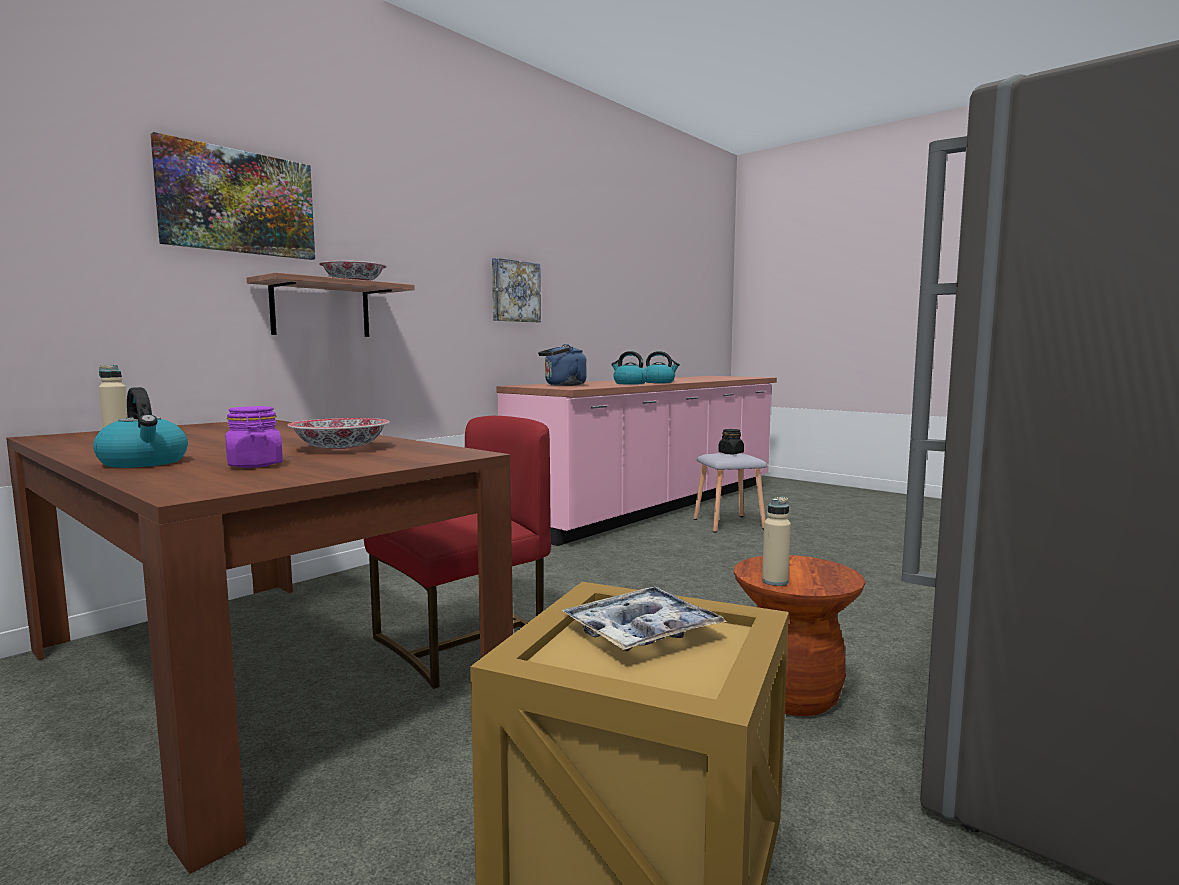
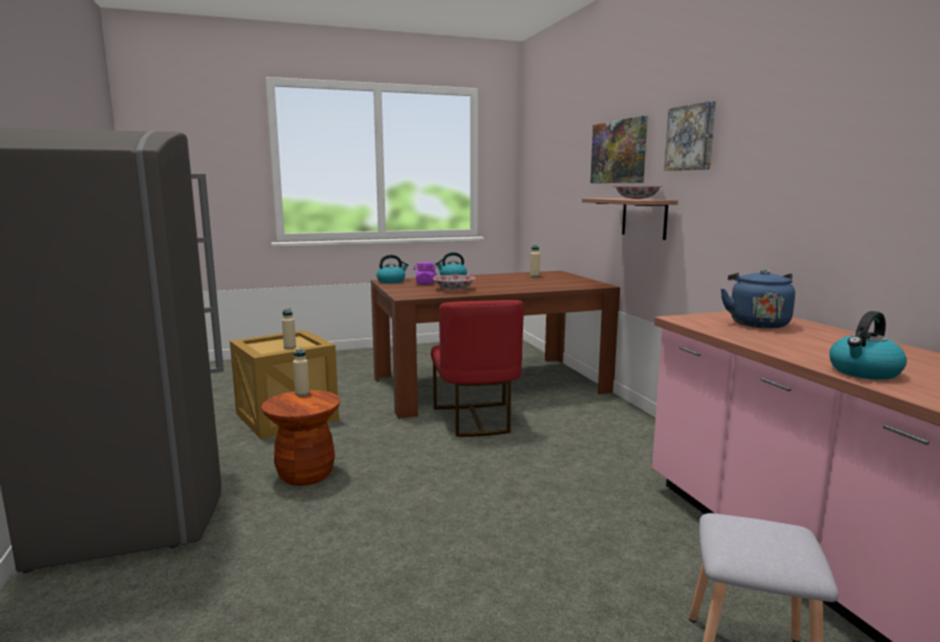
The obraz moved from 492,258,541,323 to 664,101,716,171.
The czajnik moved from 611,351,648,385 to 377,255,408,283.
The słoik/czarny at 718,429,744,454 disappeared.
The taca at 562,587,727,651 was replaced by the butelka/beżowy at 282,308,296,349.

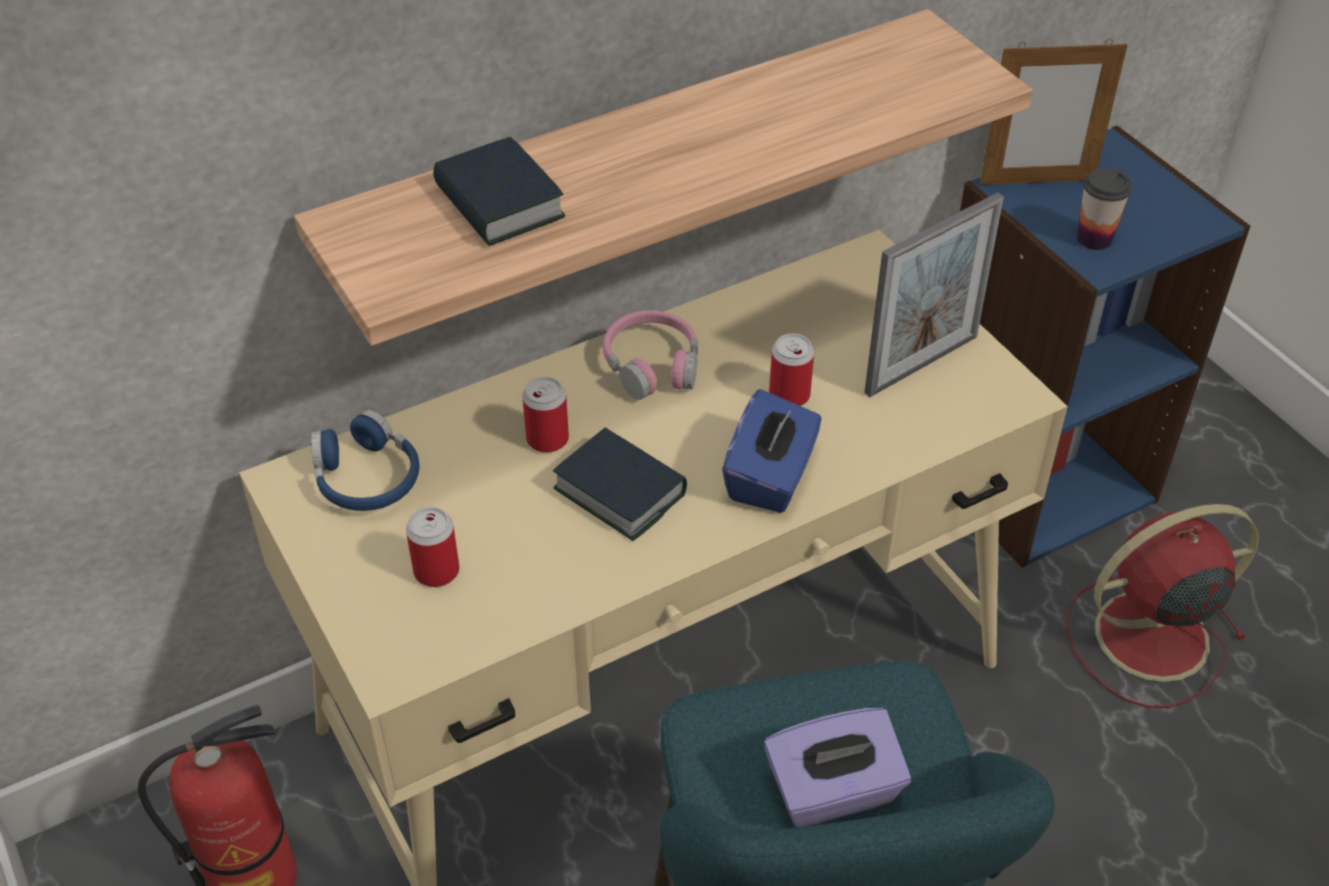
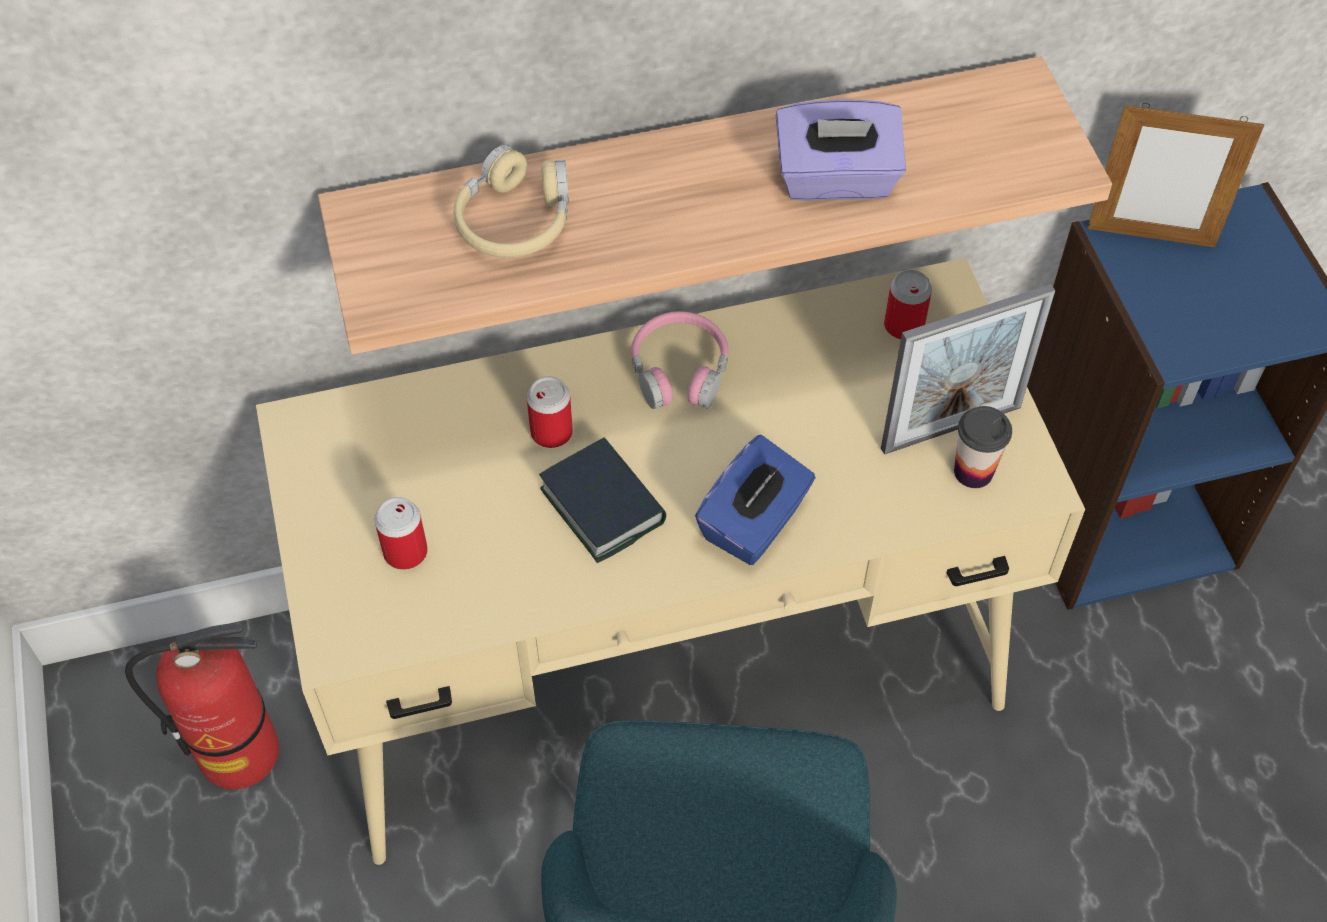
The książka at 433,137,565,246 was replaced by the słuchawki/beżowy at 453,145,569,258.
The filiżanka moved from 1077,168,1132,250 to 954,406,1012,488.
The puszka moved from 769,333,814,406 to 884,270,932,339.
The słuchawki/niebieski at 311,410,420,511 disappeared.
The wentylator/czerwony at 1066,504,1259,708 disappeared.
The pudełko chusteczek/fioletowy moved from 764,708,911,827 to 776,99,906,201.

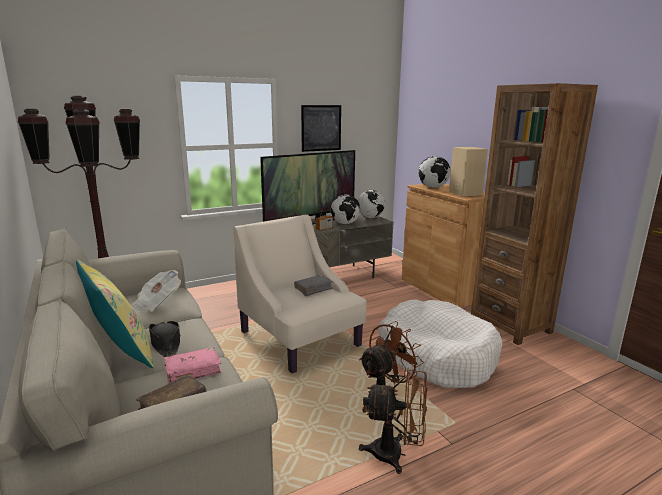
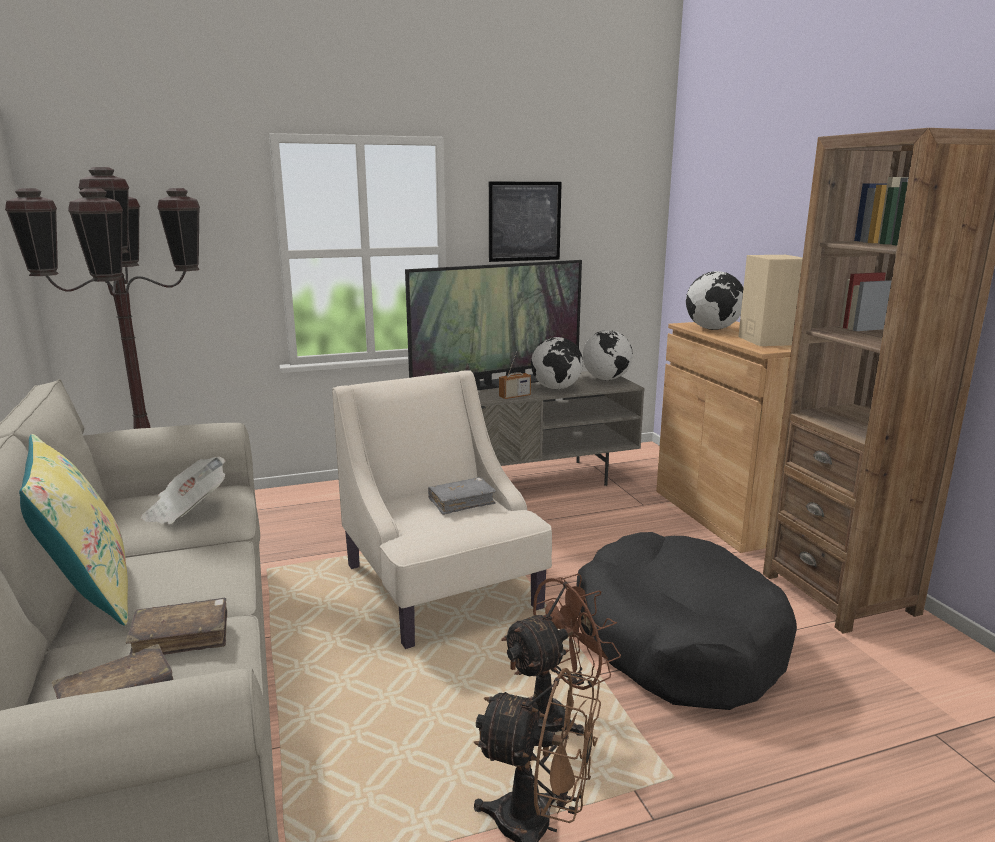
The legowisko/biały at 379,299,503,388 became the legowisko/czarny at 576,532,797,710.
The kapelusz/czarny at 149,321,181,357 disappeared.
The książka/różowy at 164,347,221,384 became the książka/brązowy at 126,598,227,655.

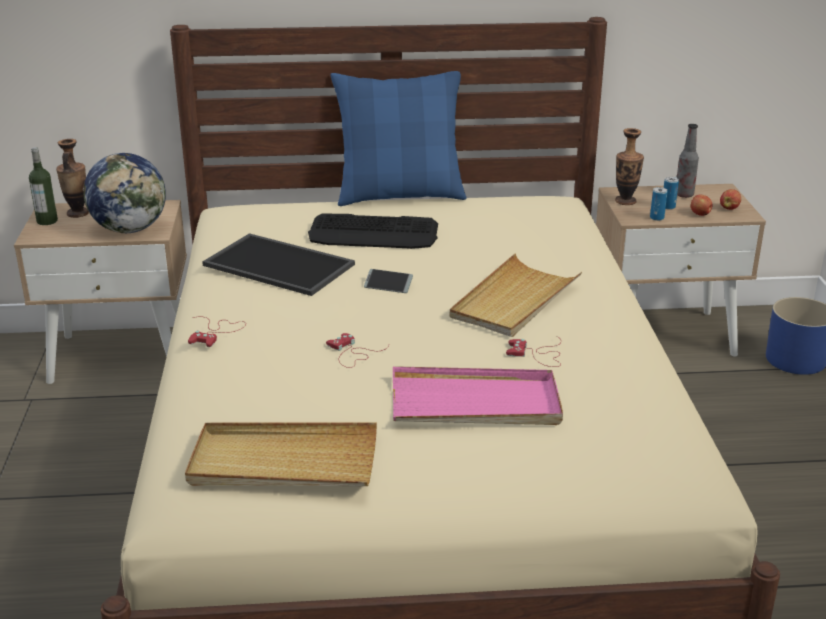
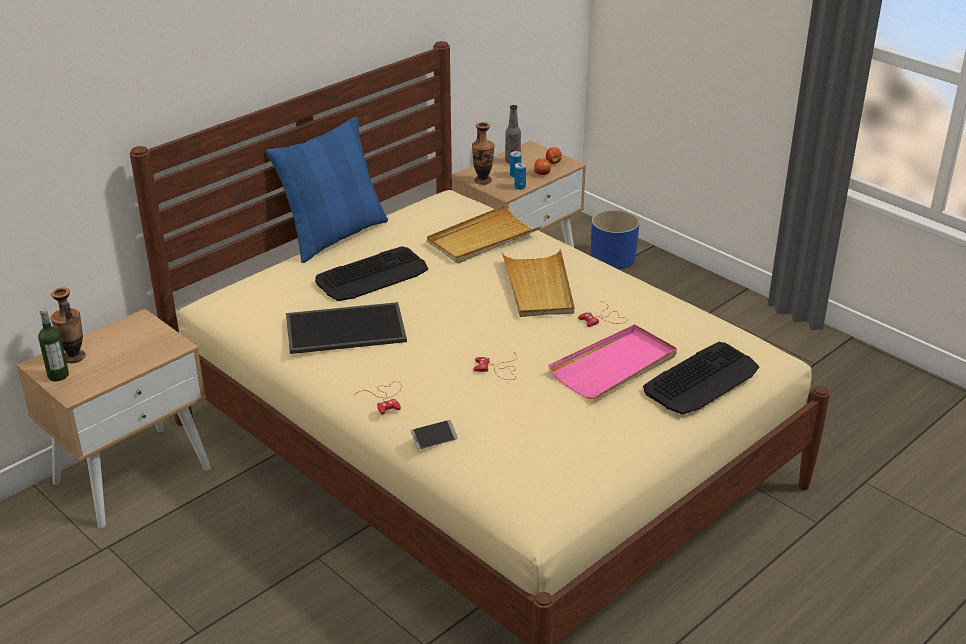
The globus at 83,153,166,233 disappeared.
The telefon moved from 364,269,413,293 to 411,420,458,449.
The taca/beżowy moved from 185,423,377,486 to 427,204,541,264.
The klawiatura at 643,342,759,415 appeared.

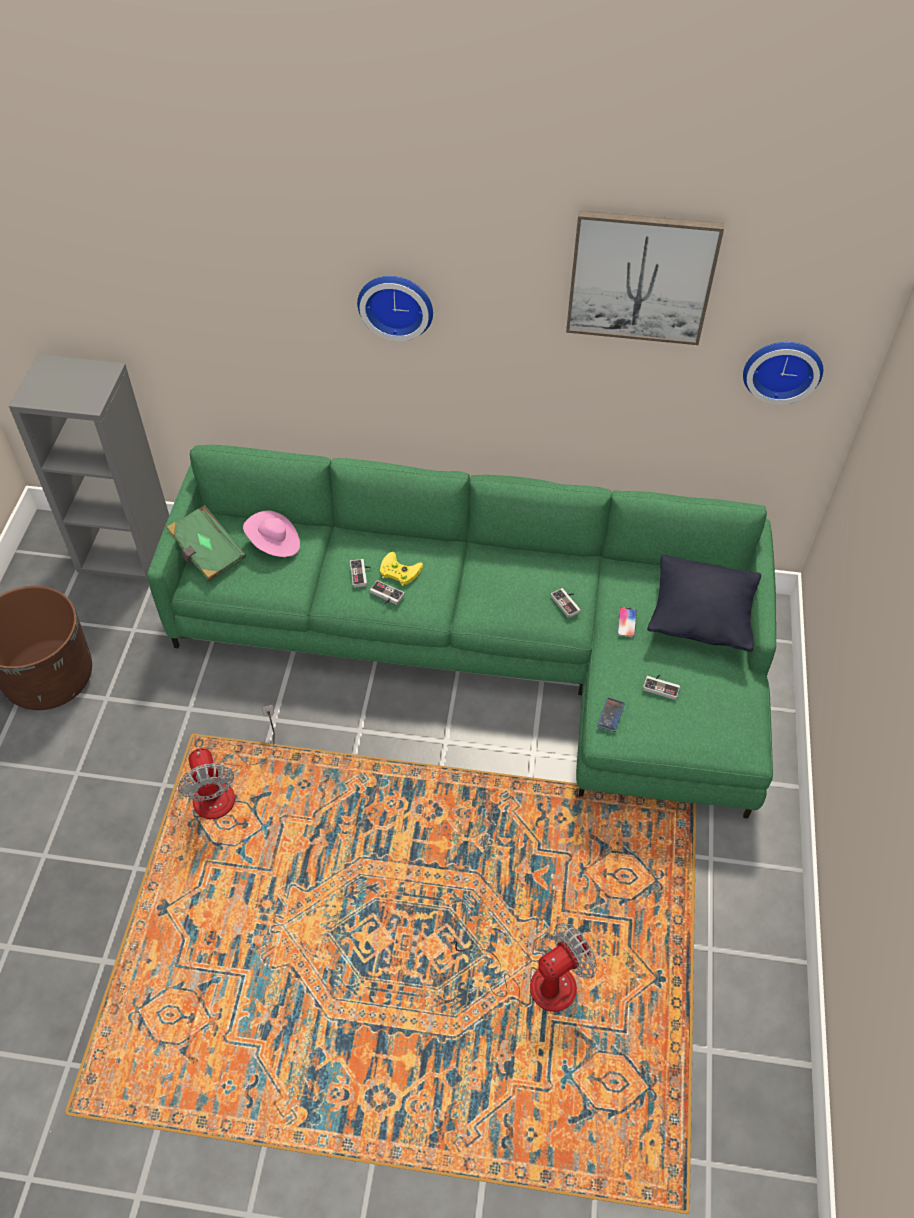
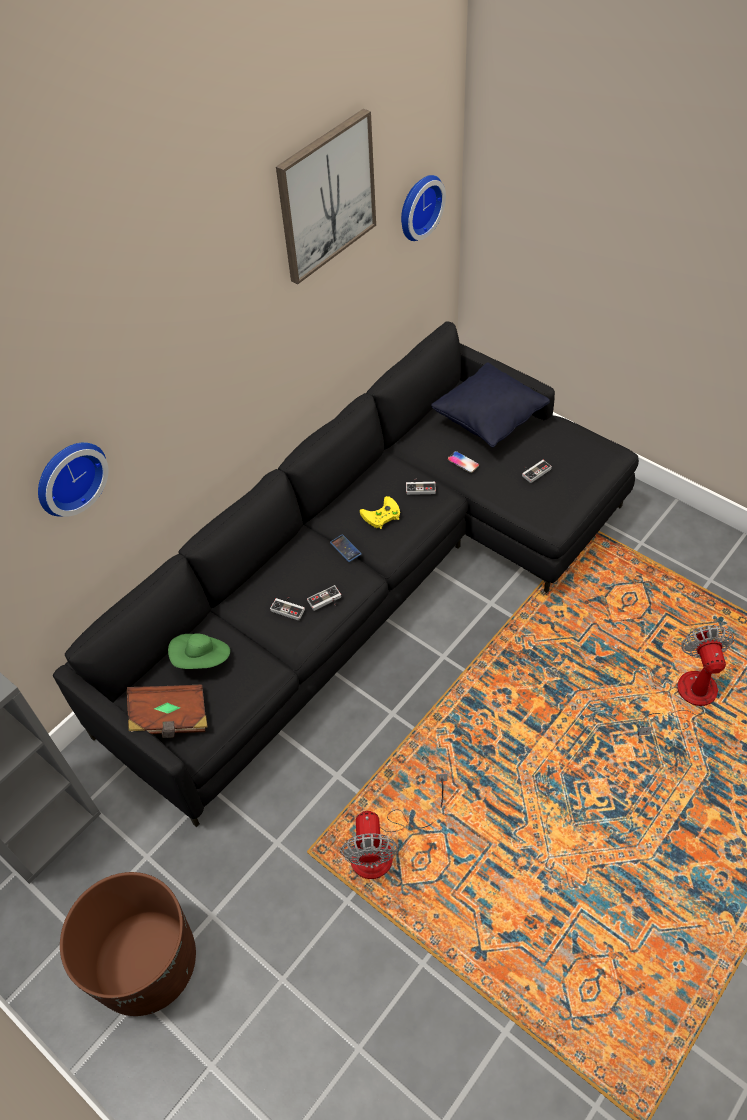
The zegar ścienny moved from 357,276,433,341 to 38,442,109,517.
The kanapa/zielony at 147,445,776,819 became the kanapa/czarny at 53,321,639,827.
The książka/zielony at 166,505,246,582 became the książka/brązowy at 127,684,208,738.
The kapelusz/różowy at 243,510,300,557 became the kapelusz/zielony at 168,633,230,669.
The pad do gier/żółty moved from 380,552,423,586 to 360,496,400,529.
The telefon moved from 597,697,625,732 to 330,534,362,562.
The wentylator at 178,705,275,819 turned 75 degrees clockwise.

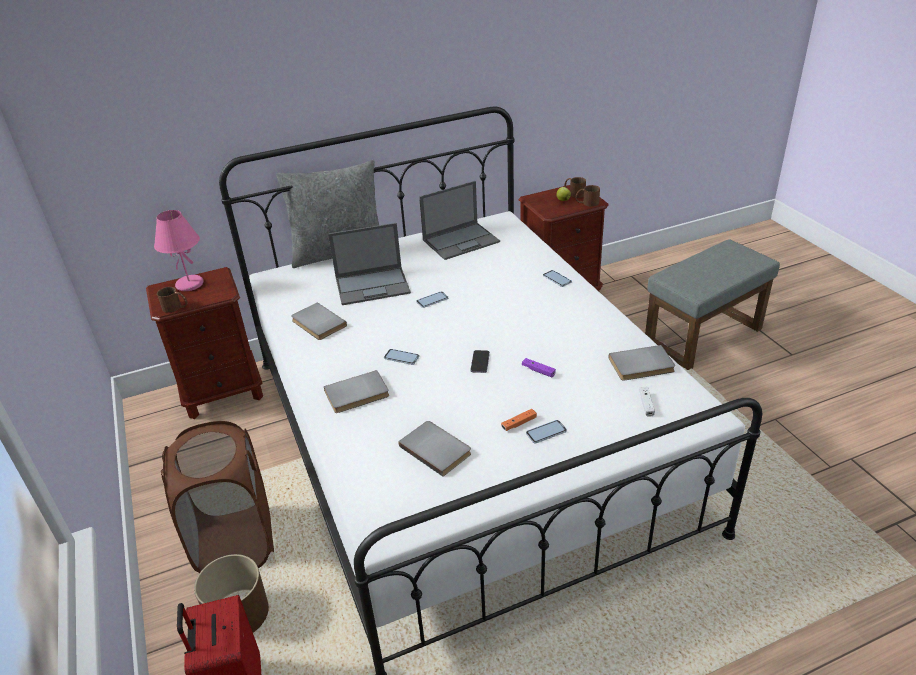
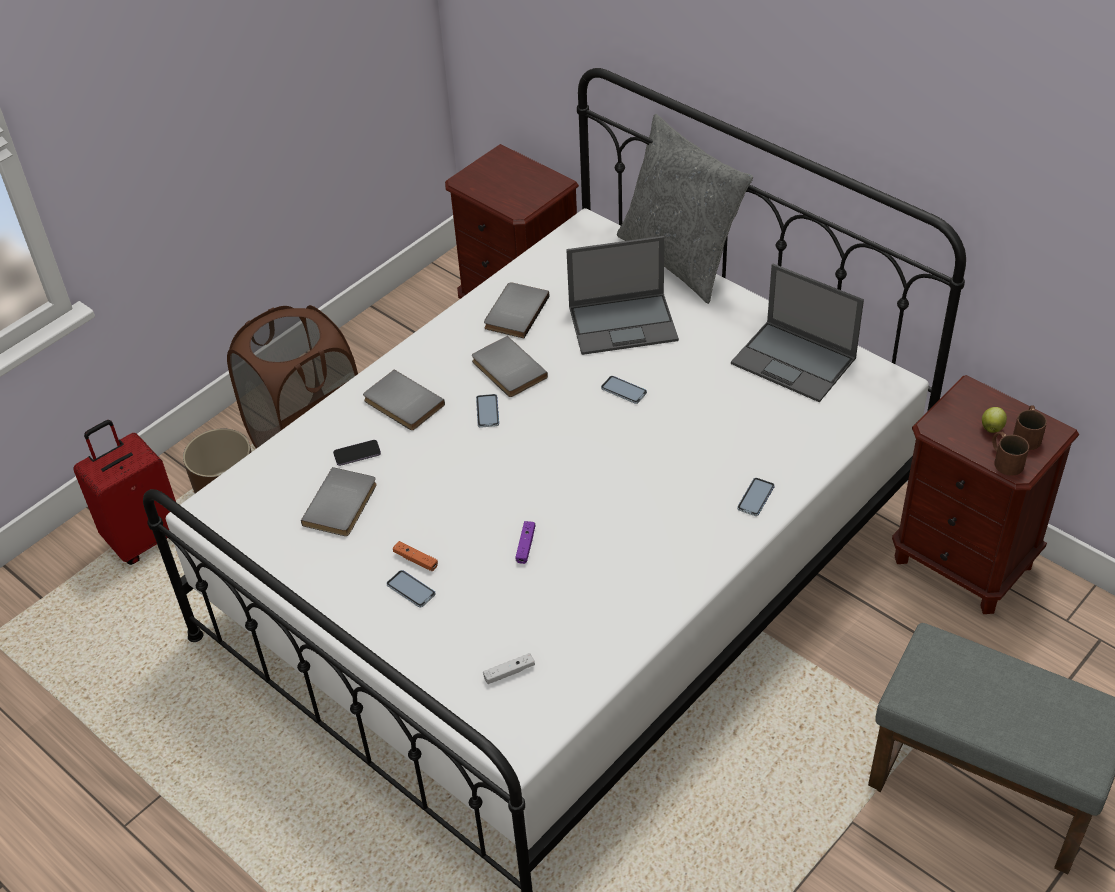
The lampa stołowa/różowy at 154,210,203,291 disappeared.
The laptop at 328,223,411,305 turned 60 degrees counterclockwise.
The kubek/brązowy at 157,287,188,313 disappeared.
The książka/szary moved from 608,345,675,381 to 472,336,548,397.
The telefon moved from 470,350,490,373 to 333,440,381,466.

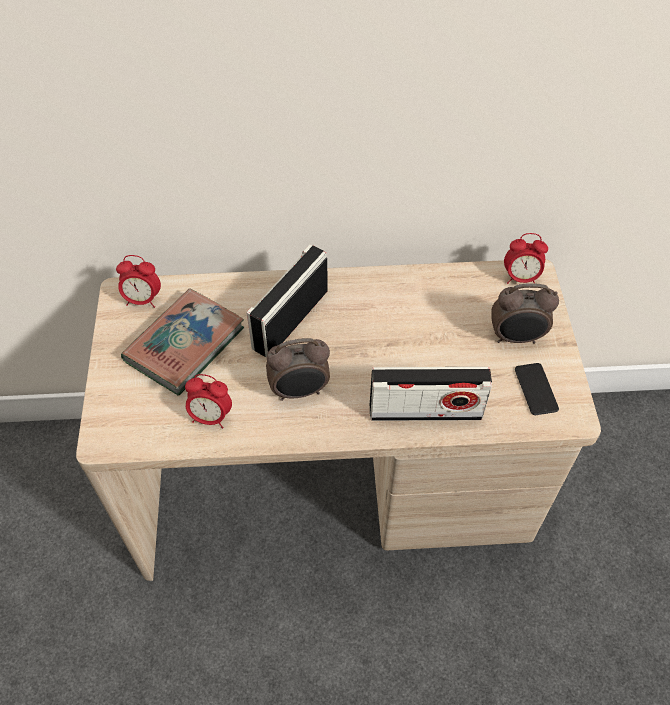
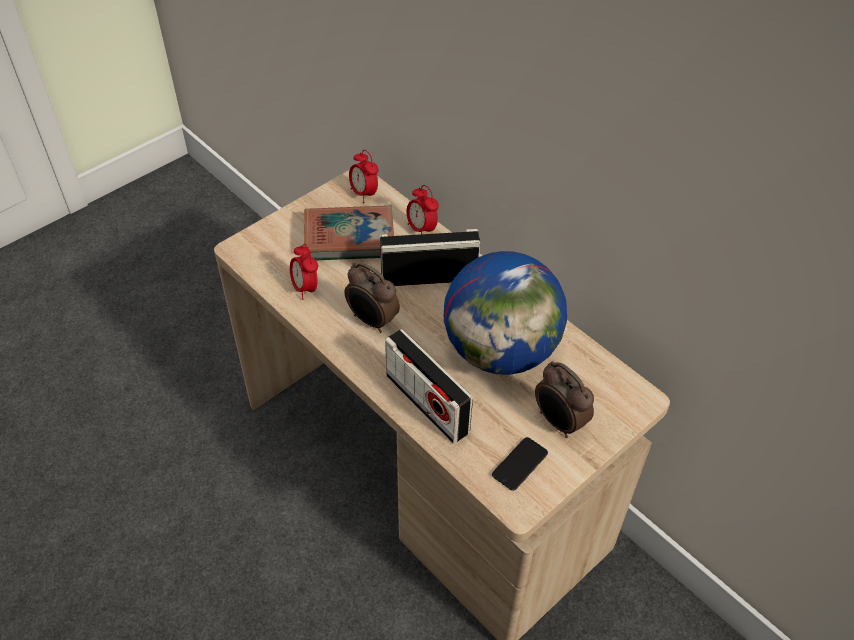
The budzik moved from 504,233,548,284 to 407,185,439,234.
The globus at 444,251,567,375 appeared.

